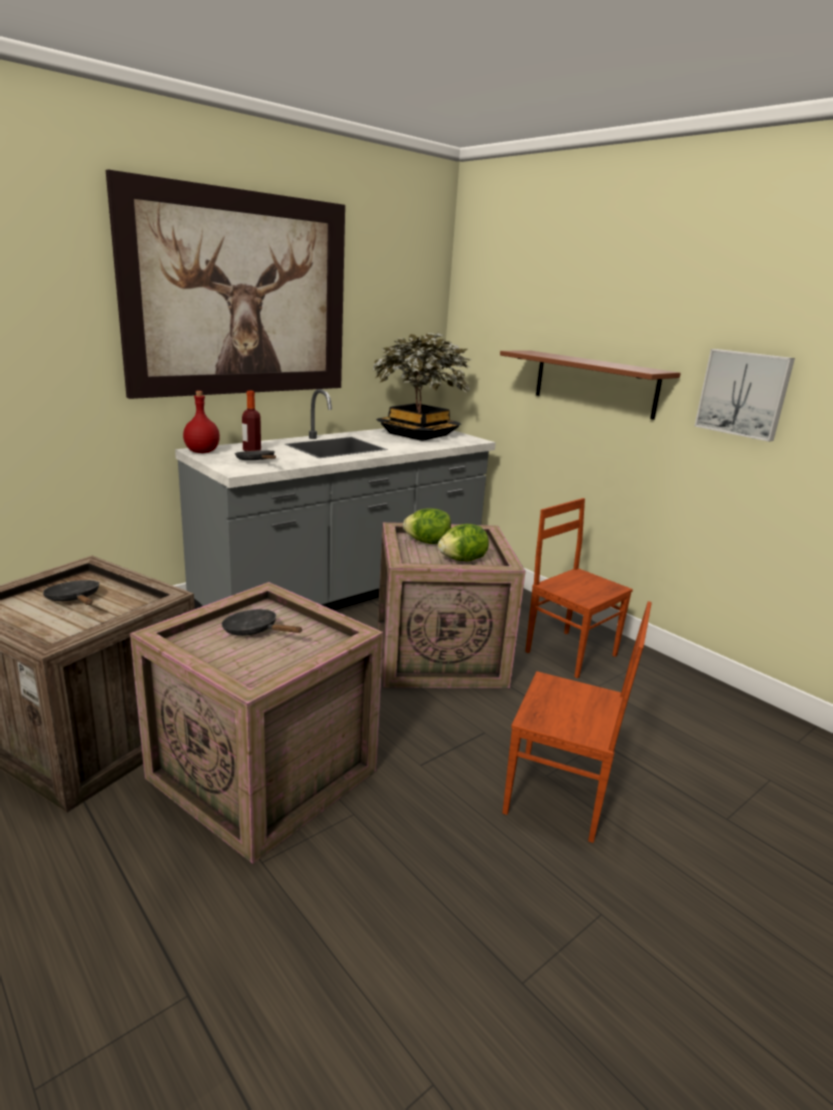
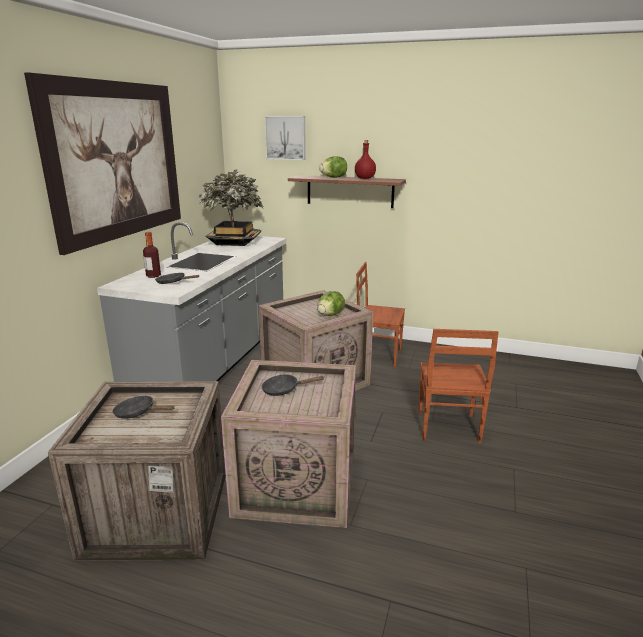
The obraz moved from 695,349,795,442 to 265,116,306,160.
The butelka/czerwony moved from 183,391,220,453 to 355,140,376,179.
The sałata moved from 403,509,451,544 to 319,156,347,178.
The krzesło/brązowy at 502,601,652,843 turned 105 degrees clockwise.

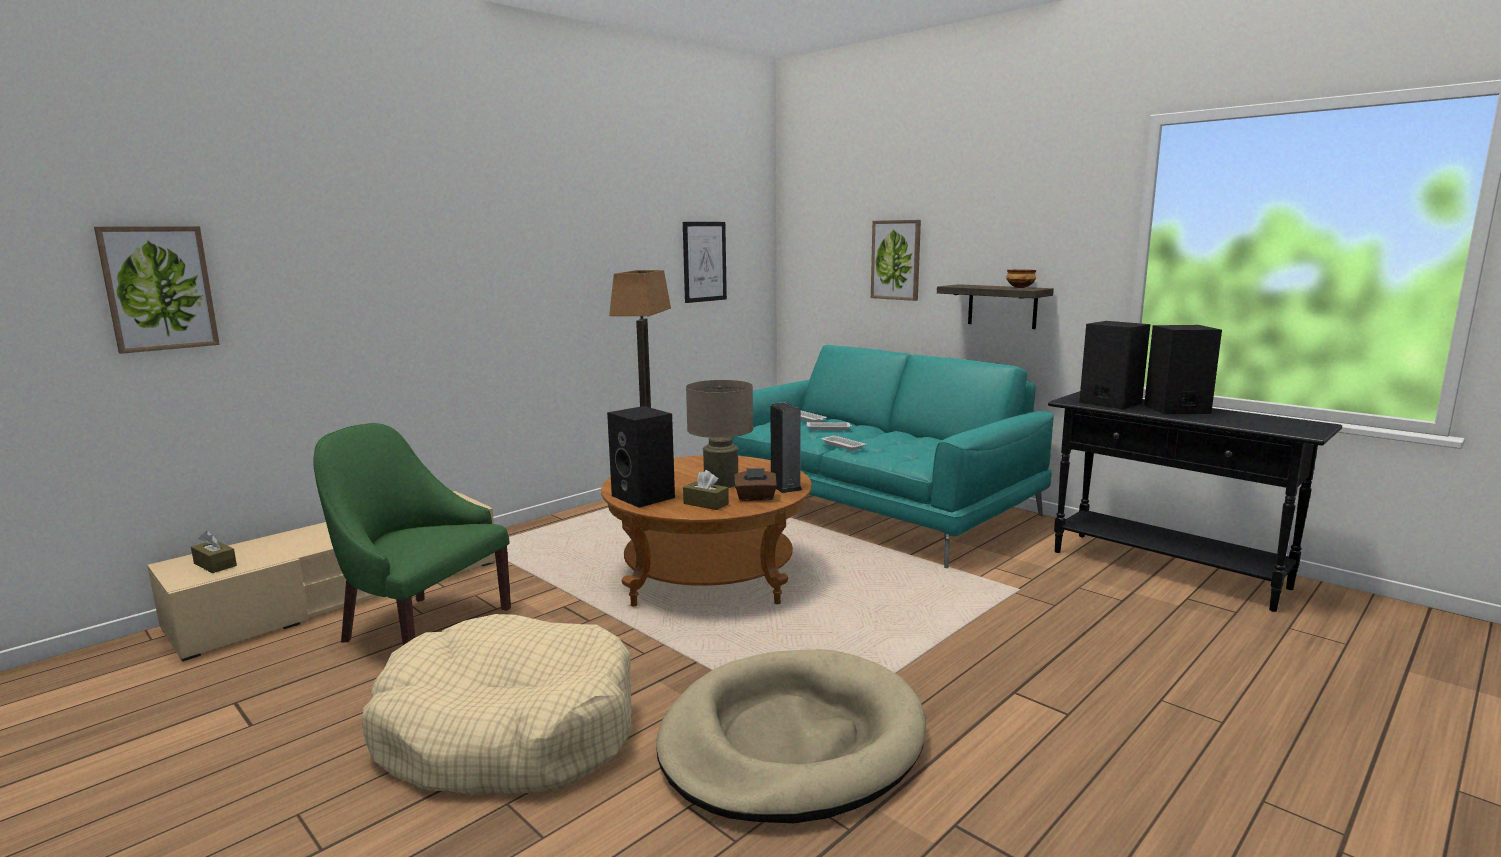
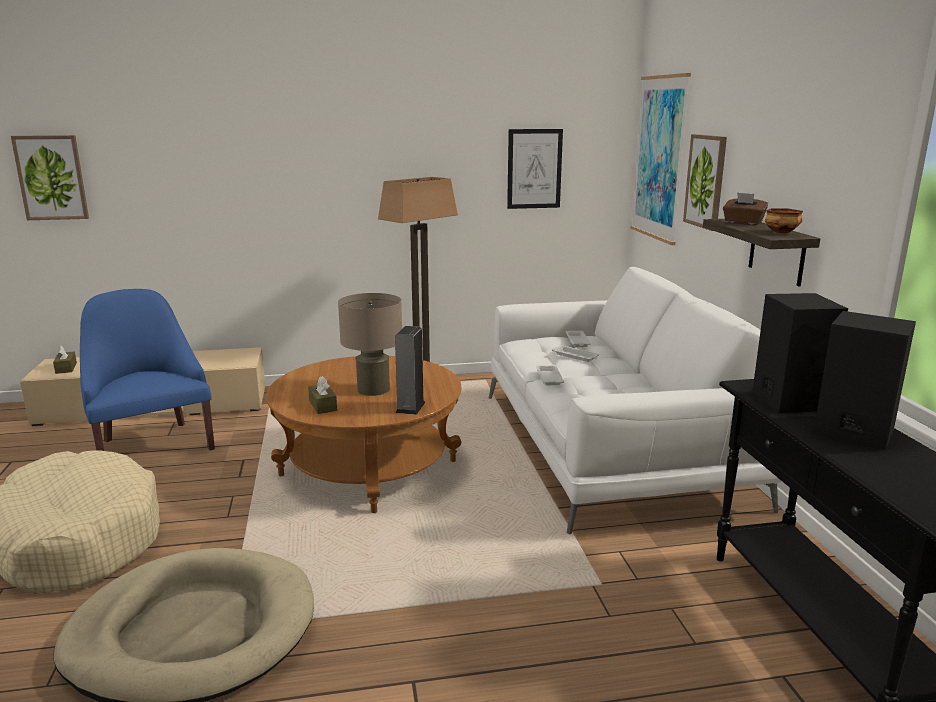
The kanapa/turkusowy at 731,345,1054,568 became the kanapa/biały at 489,267,782,534.
The głośnik/czarny at 607,406,675,508 disappeared.
The fotel/zielony at 313,423,511,645 became the fotel/niebieski at 80,289,215,451.
The pudełko chusteczek/brązowy moved from 734,468,777,501 to 723,192,768,225.
The obraz at 631,73,691,245 appeared.

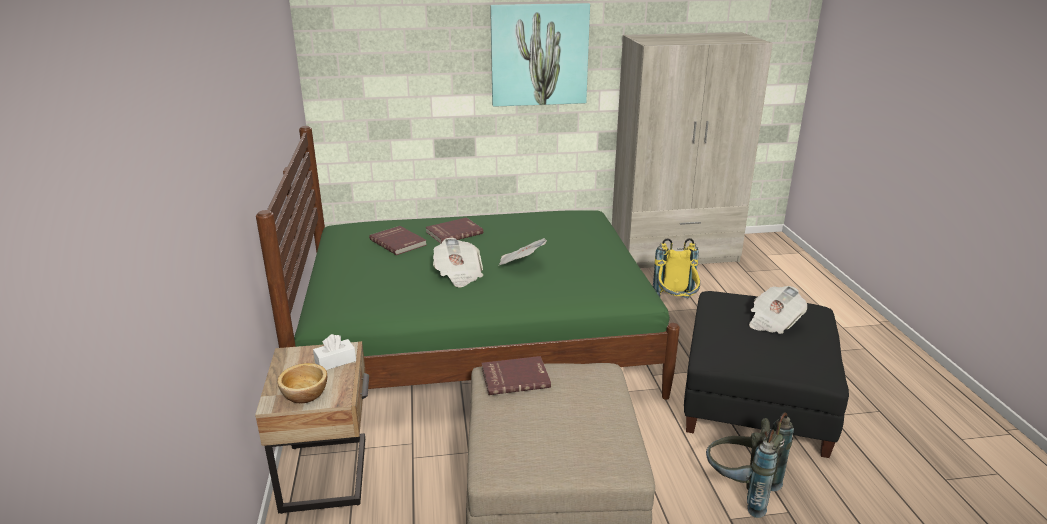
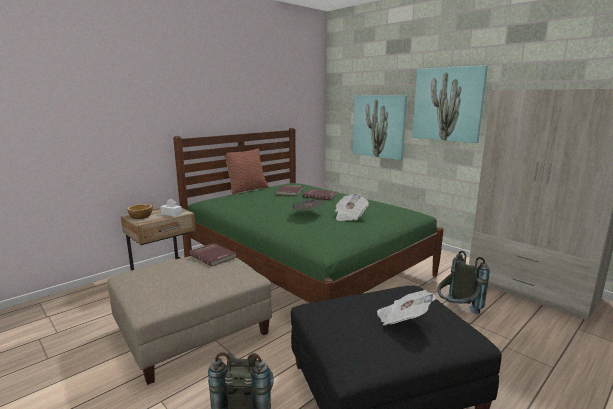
The gazeta moved from 433,238,483,288 to 335,193,369,221.
The plecak/żółty at 653,238,700,298 became the plecak/szary at 437,251,490,314.
The obraz at 353,95,407,160 appeared.
The poduszka at 224,148,269,194 appeared.

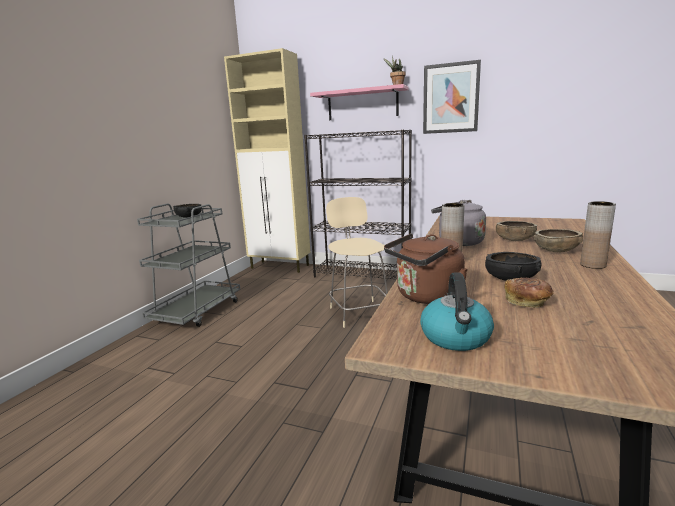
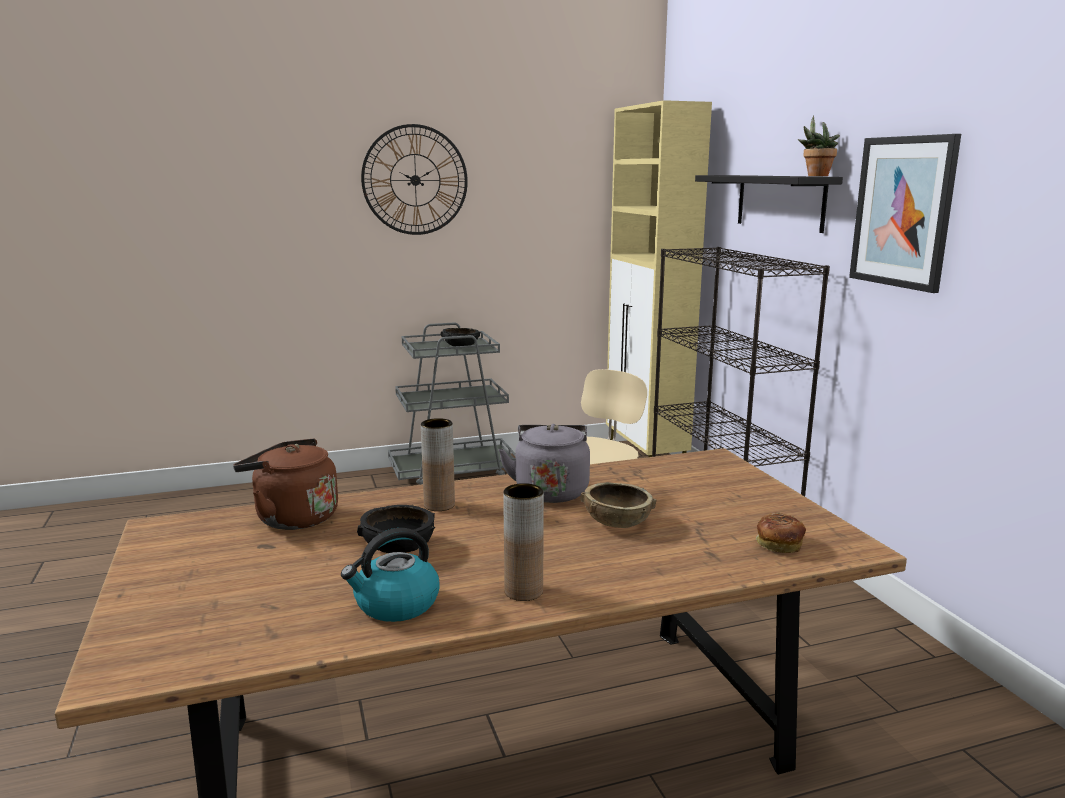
The półka/różowy at 310,84,409,120 became the półka/czarny at 695,175,843,233.
The miska/brązowy at 534,229,583,252 disappeared.
The czajnik moved from 420,273,494,351 to 341,528,440,622.
The chleb moved from 505,278,554,308 to 756,512,806,553.
The zegar ścienny at 361,124,468,235 appeared.

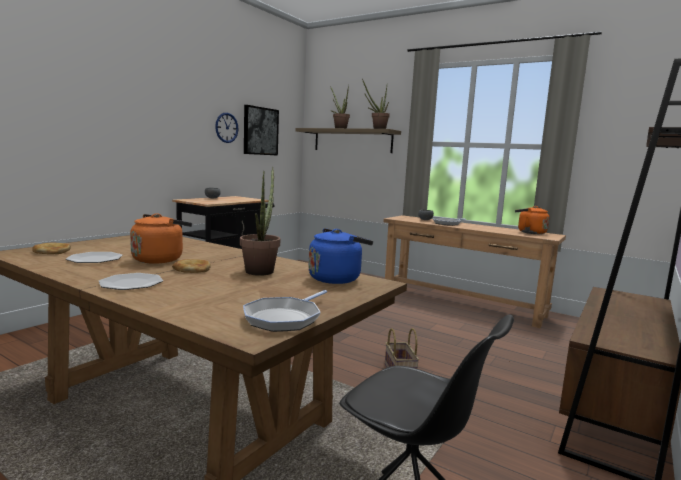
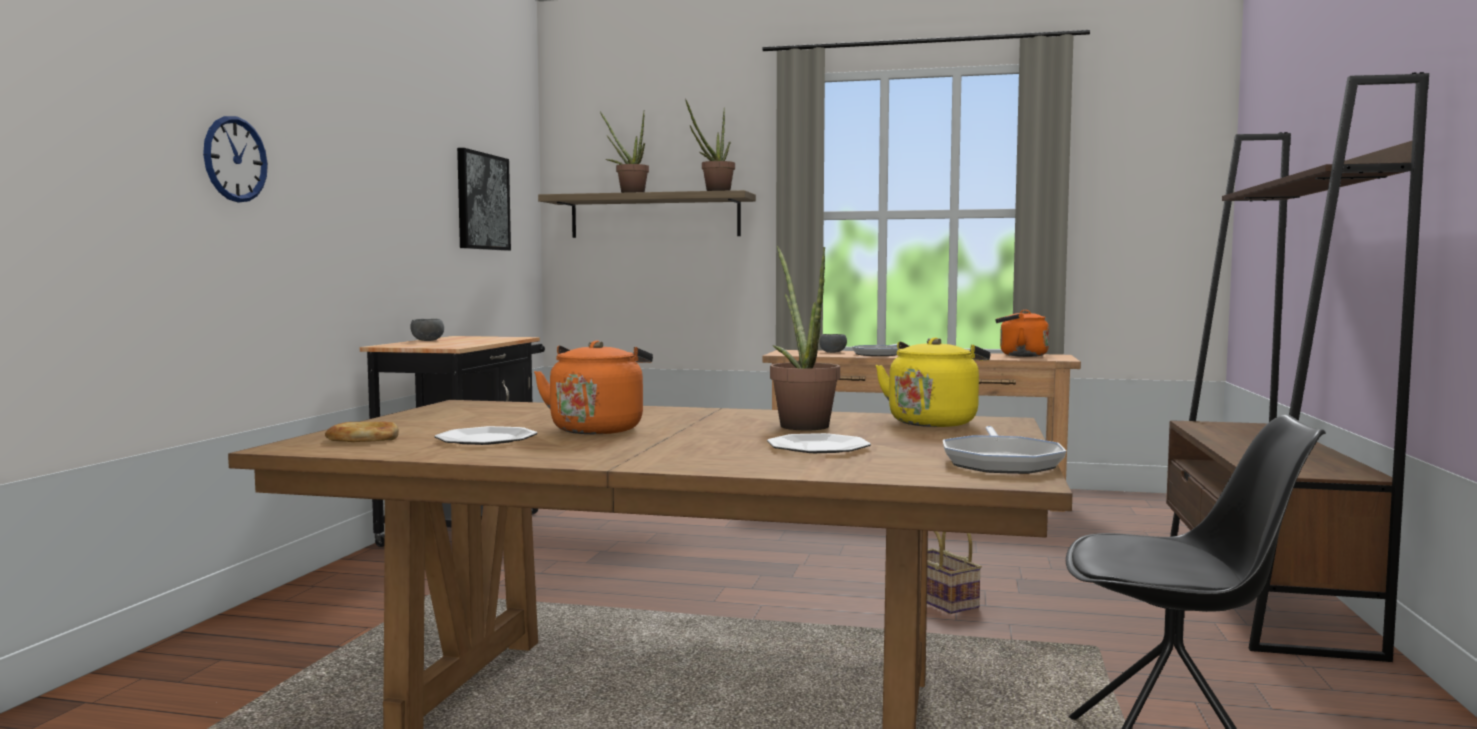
The zegar ścienny moved from 215,113,239,143 to 203,116,268,202.
The czajnik/niebieski at 308,228,373,284 became the czajnik/żółty at 875,337,990,427.
The chleb at 172,259,211,273 disappeared.
The talerz moved from 99,273,163,290 to 767,433,871,453.

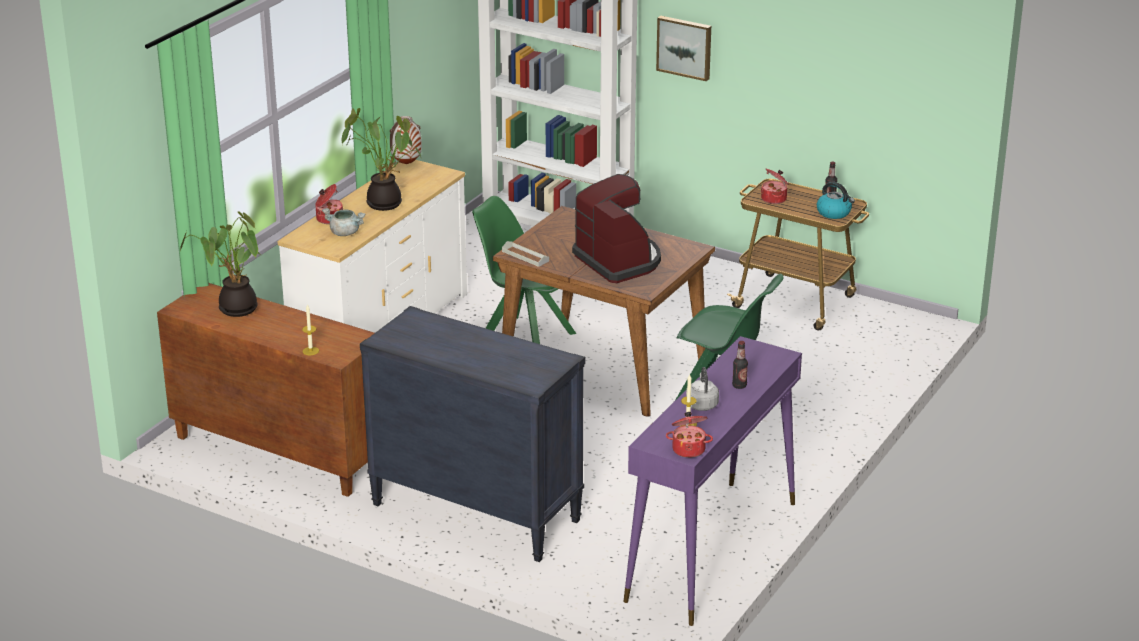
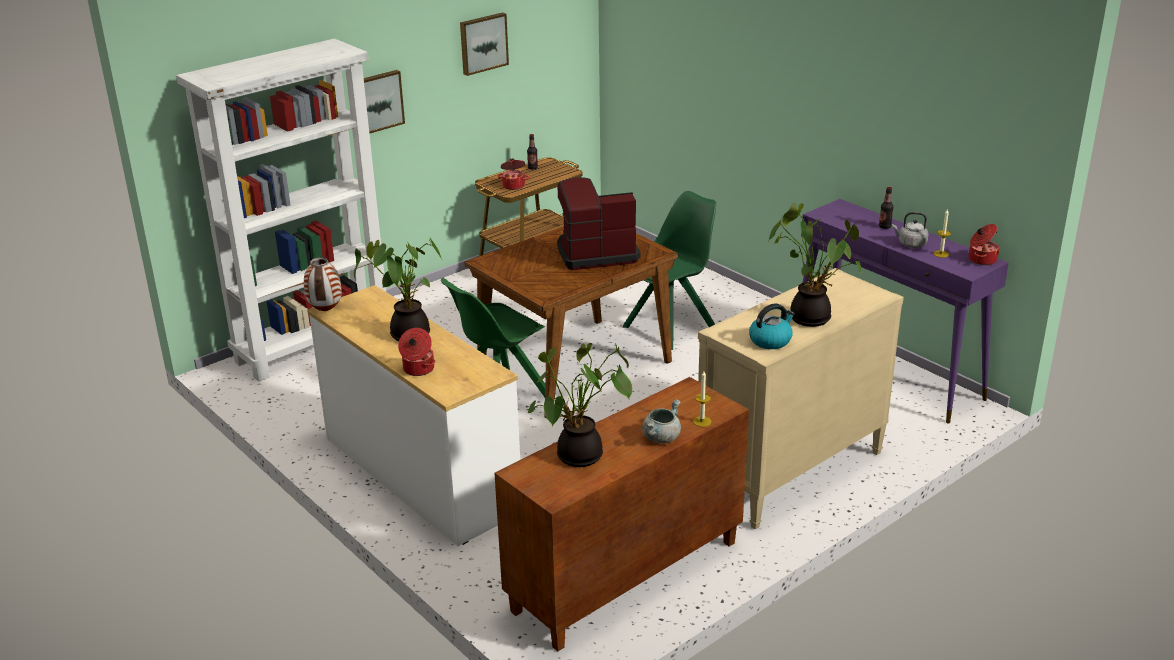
The czajnik moved from 817,182,855,219 to 749,303,795,349.
The garnek/szary moved from 322,208,366,236 to 642,399,681,443.
The taca/szary at 502,241,549,267 disappeared.
The komoda/czarny at 360,306,585,562 became the komoda/beżowy at 698,268,904,529.
The obraz at 460,12,509,76 appeared.
The roślina doniczkowa at 768,203,862,327 appeared.

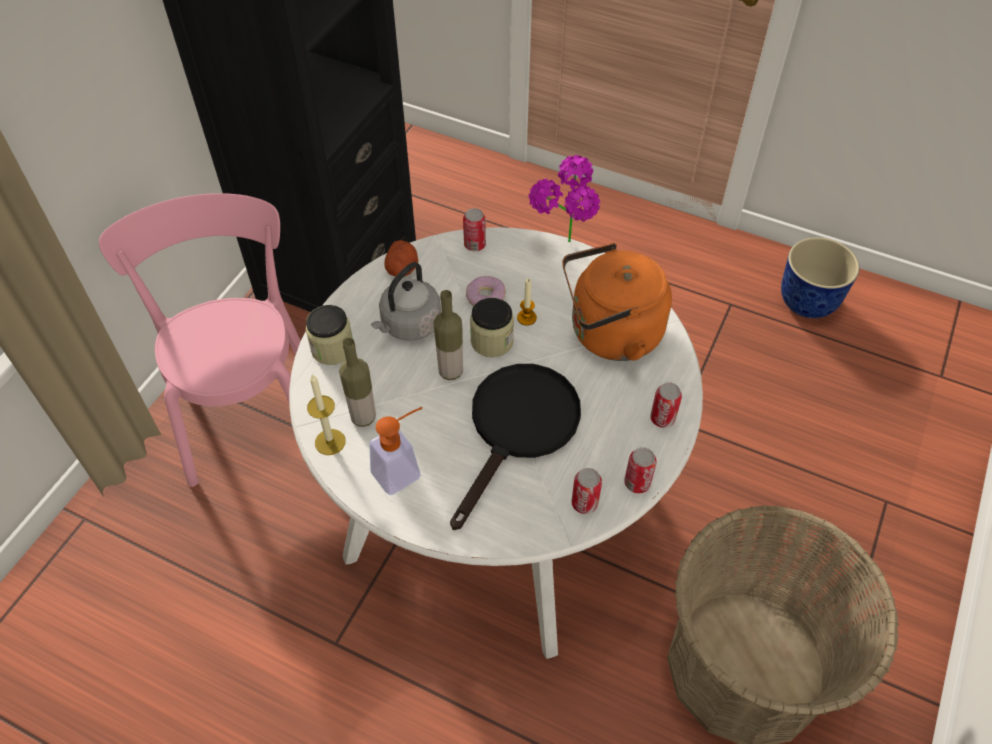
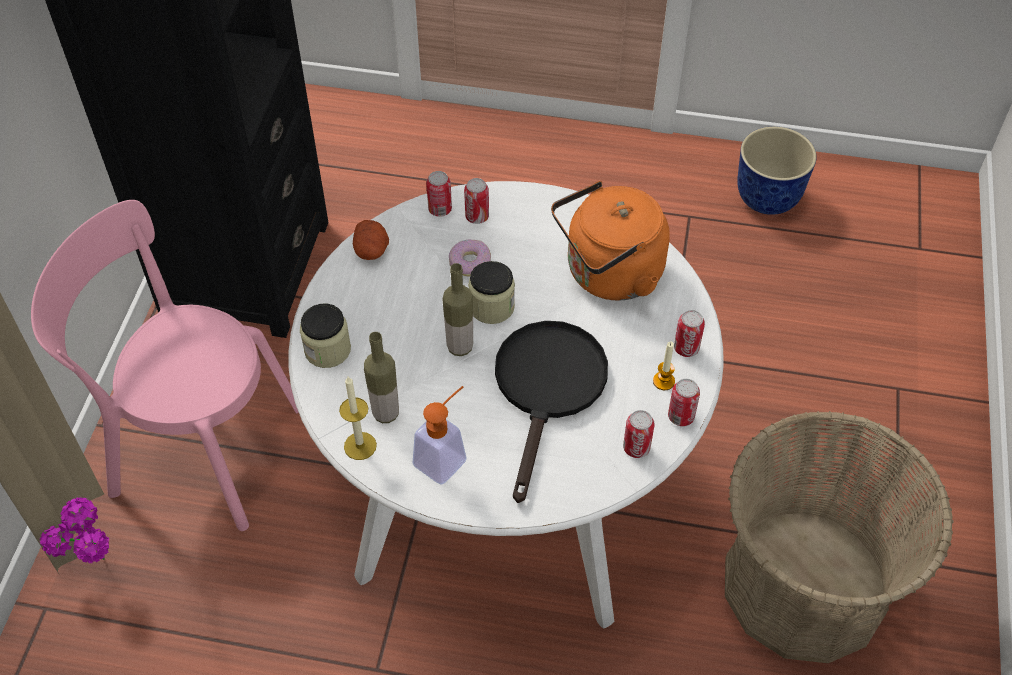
The roślina doniczkowa moved from 528,155,600,242 to 40,497,109,563.
The krzesło/różowy at 99,193,301,487 turned 45 degrees counterclockwise.
The czajnik/szary at 371,262,441,341 disappeared.
The świeca moved from 517,278,537,326 to 653,341,675,390.
The puszka at 464,178,489,224 appeared.

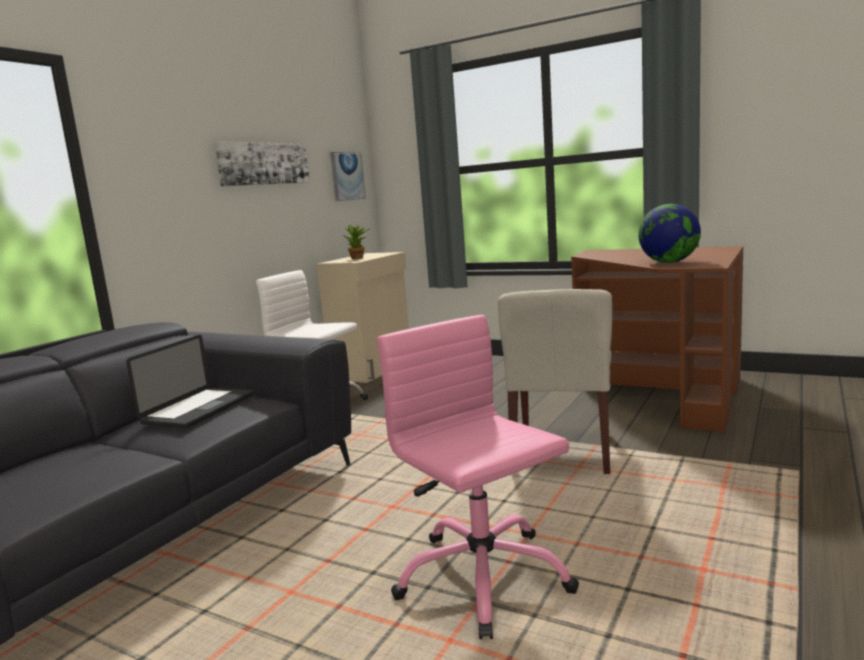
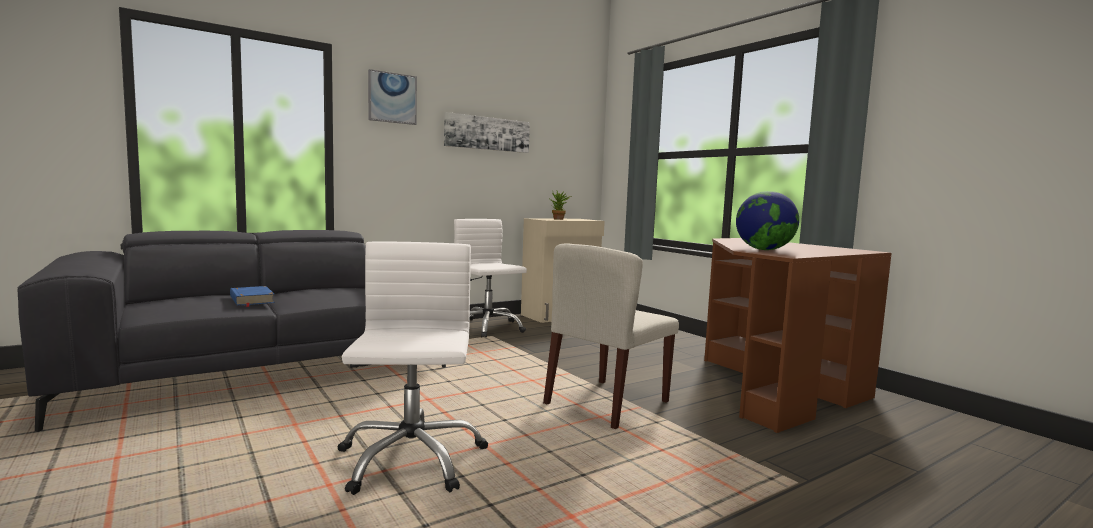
The obraz moved from 330,152,366,201 to 368,69,417,125.
The krzesło biurowe/różowy at 377,315,579,639 became the krzesło biurowe/biały at 338,242,488,495.
The laptop at 126,335,253,428 disappeared.
The książka/niebieski at 230,286,275,307 appeared.

